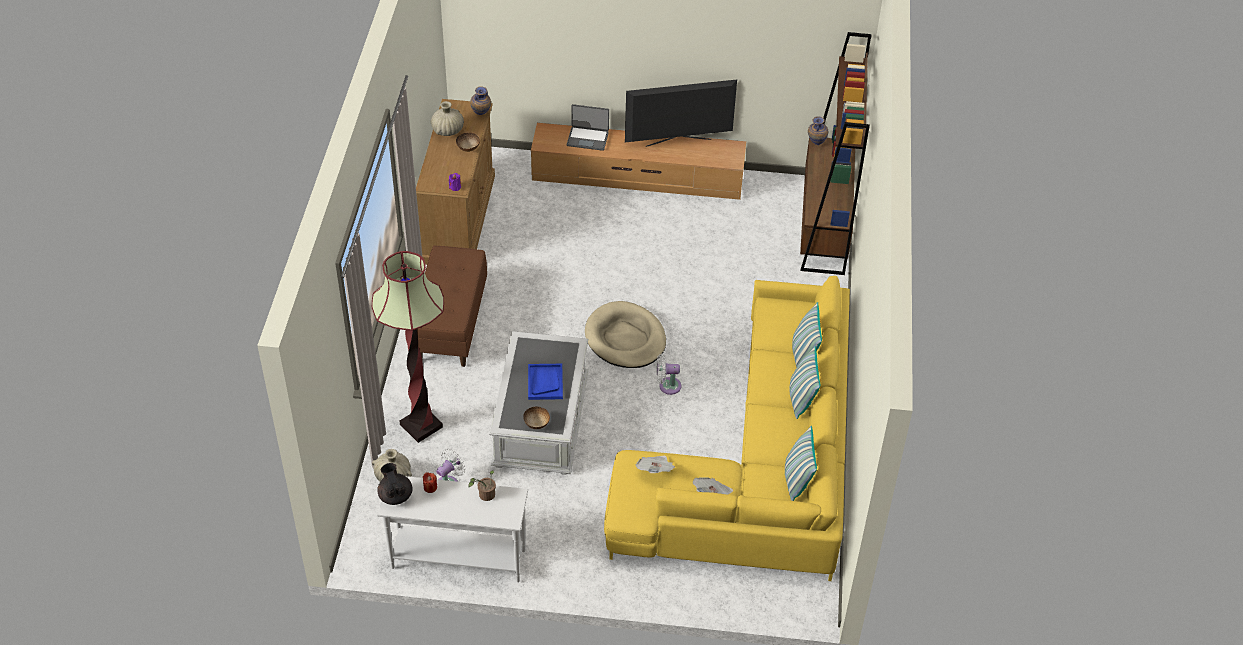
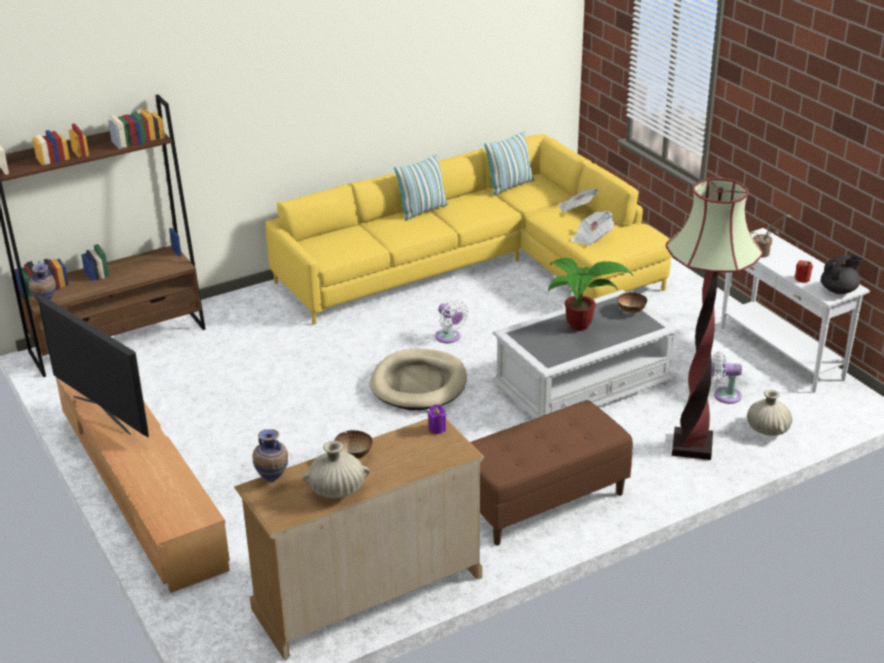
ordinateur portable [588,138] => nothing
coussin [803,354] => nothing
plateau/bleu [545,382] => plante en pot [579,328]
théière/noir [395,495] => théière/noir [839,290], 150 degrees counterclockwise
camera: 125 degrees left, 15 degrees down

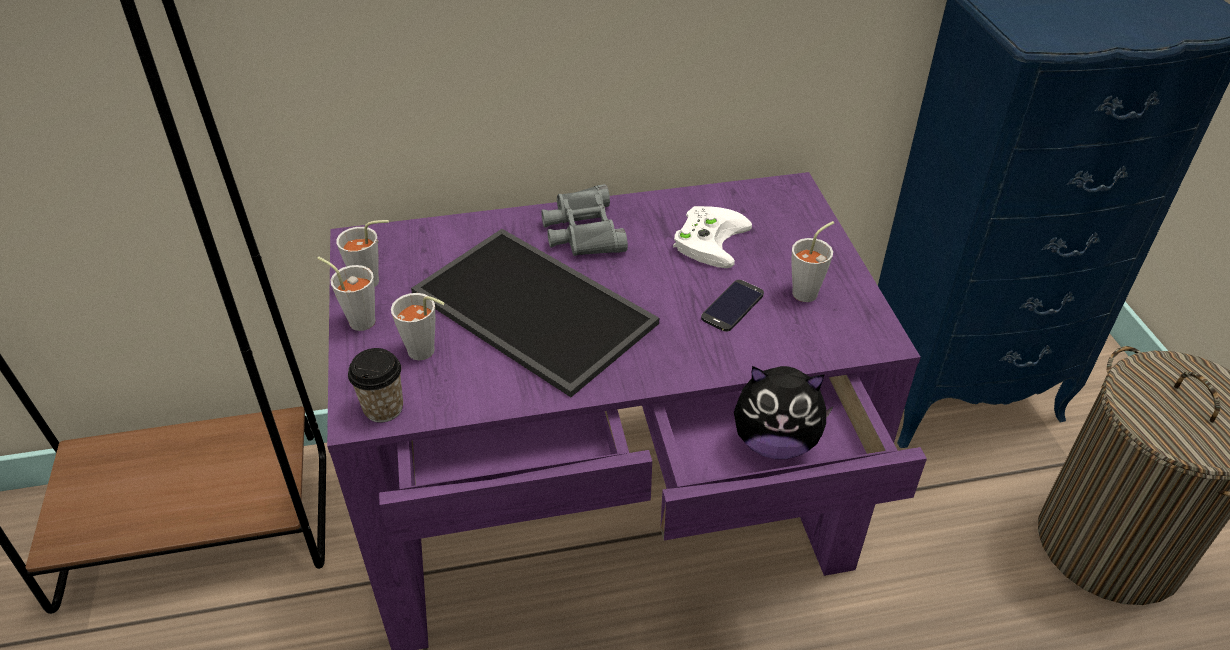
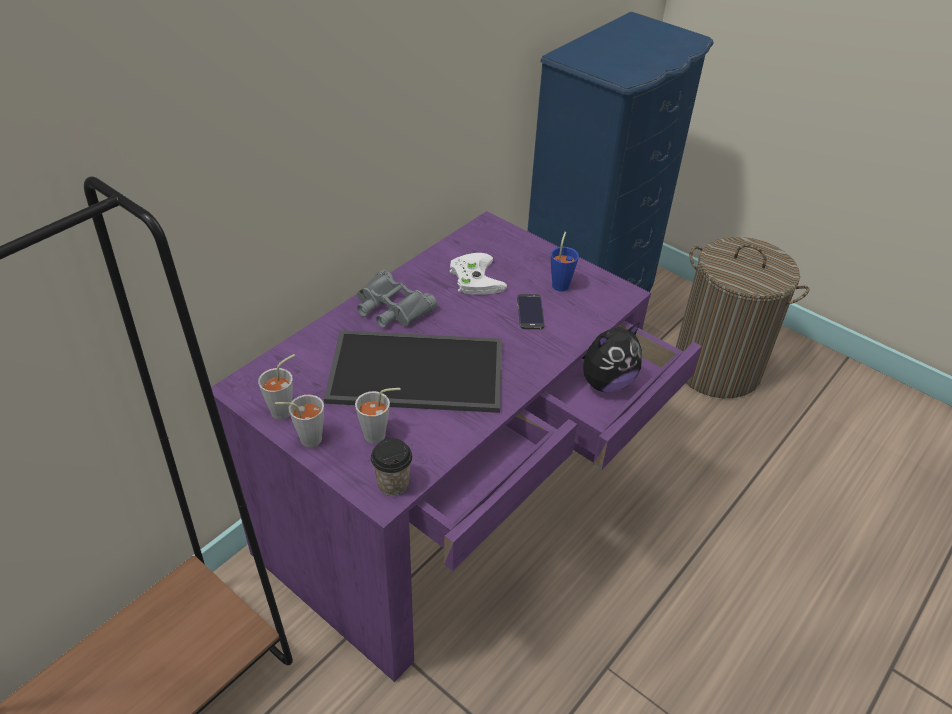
tasse/gris [809,291] => tasse/bleu [561,283]
camera: 40 degrees left, 0 degrees up

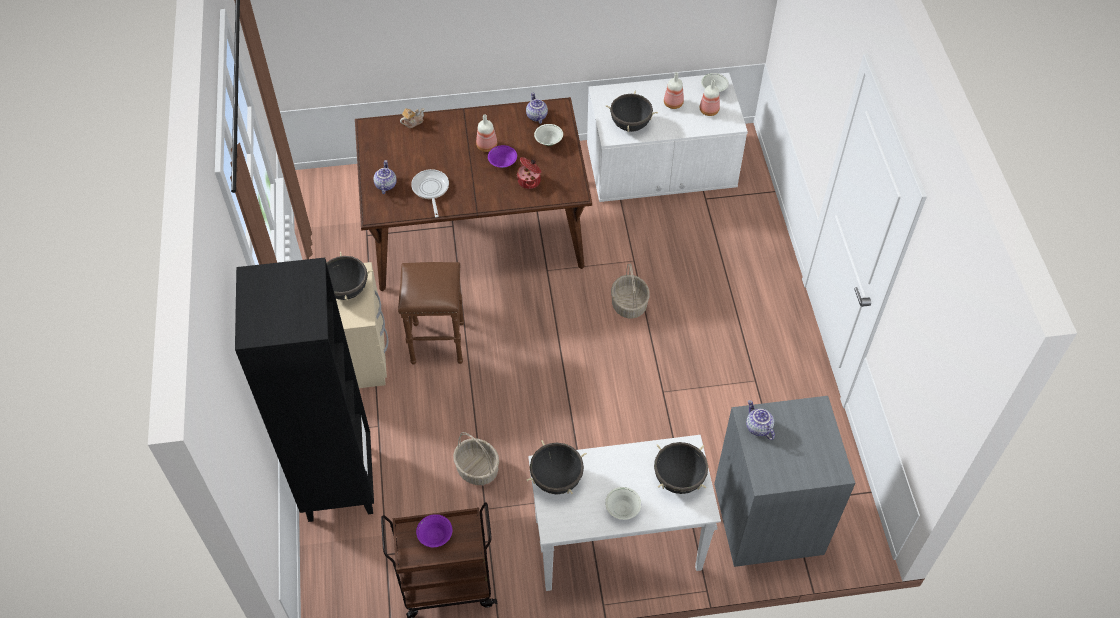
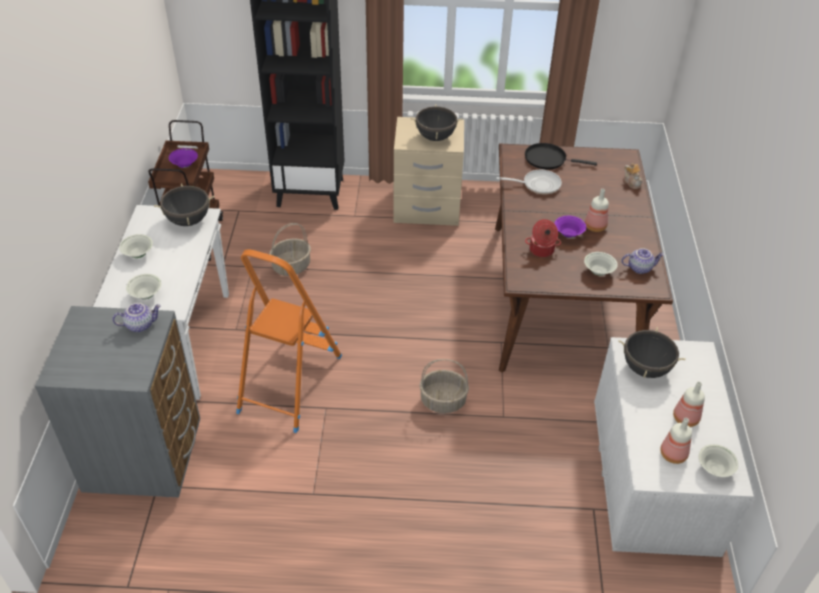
théière [385,185] => poêle/noir [548,159]
tabouret/marron [436,343] => nothing
marmite/noir [678,479] => bol/blanc [146,295]
nothing => escabeau/orange [291,382]
camera: 100 degrees right, 10 degrees down

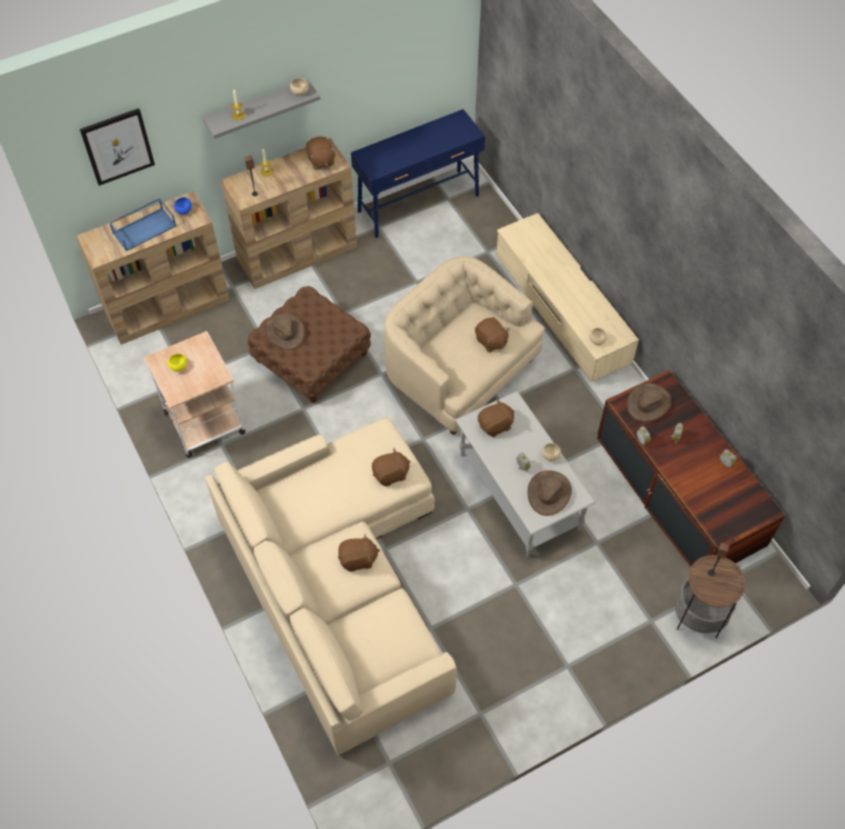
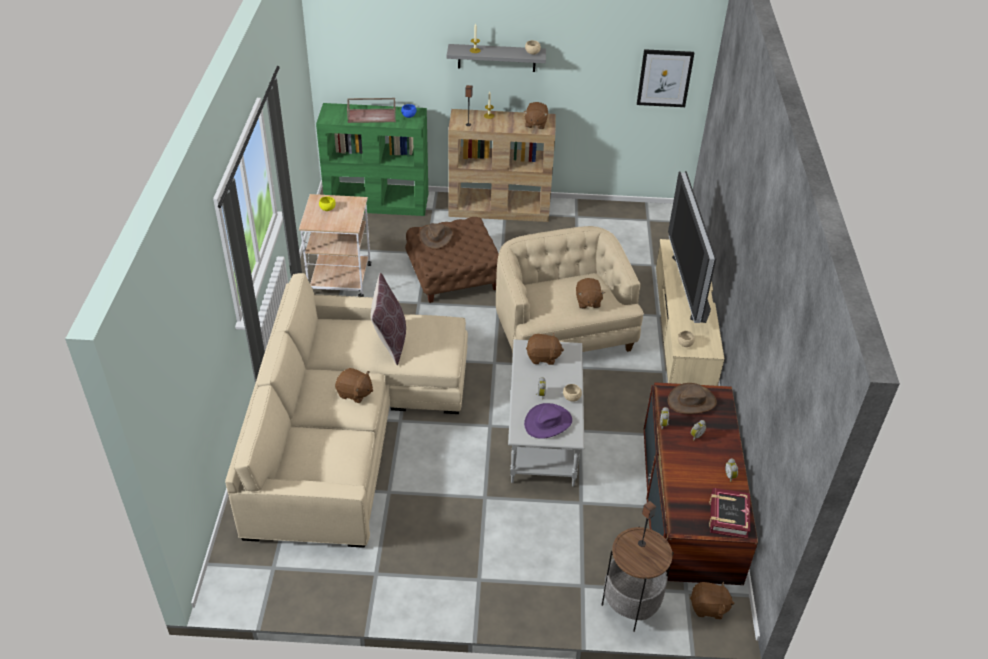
tableau [117,146] => tableau [664,78], moved
table console/bleu [419,204] => nothing
bibliothèque/marron [167,306] => bibliothèque/vert [377,201]
plateau/bleu [144,228] => plateau/marron [372,115]
peluche/marron [391,474] => peluche/marron [708,607], moved
chapeau/marron [548,493] => chapeau/violet [548,422]
nothing => téléviseur [690,287]
nothing => coussin/marron [390,341]
nothing => livre [728,516]
camera: 30 degrees right, 15 degrees down

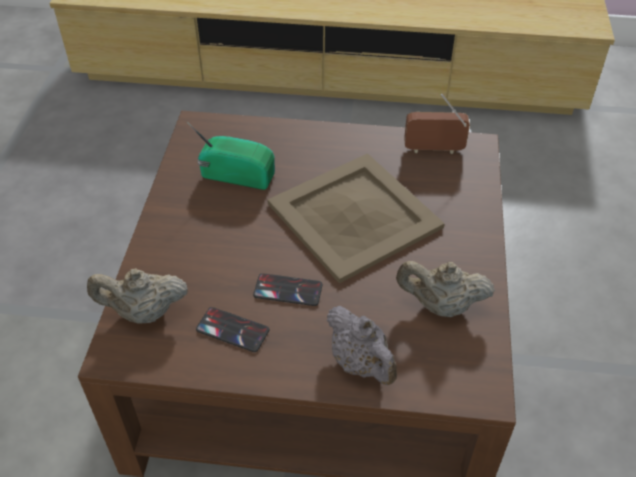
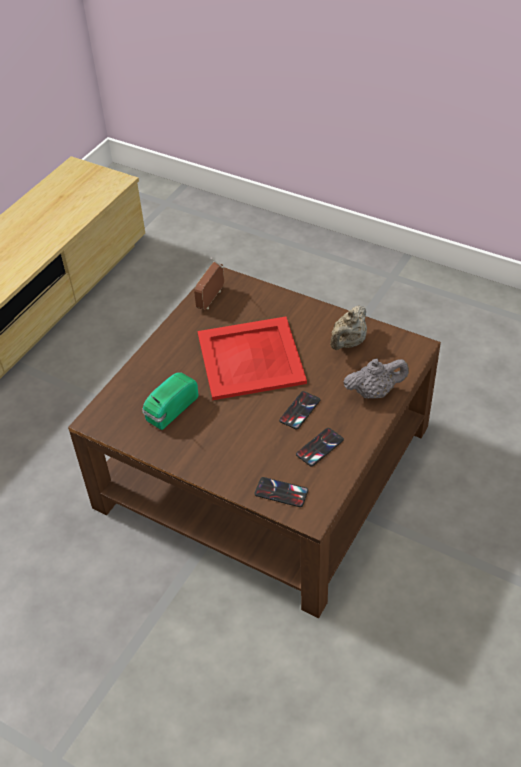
plateau/beige [356,216] => plateau/rouge [251,357]
théière/beige [143,312] => téléphone [281,492]
camera: 65 degrees left, 0 degrees up

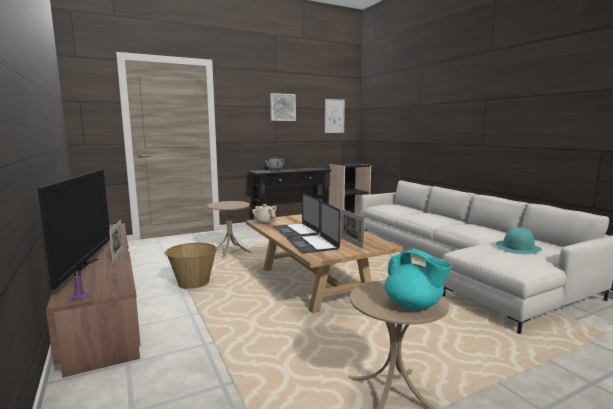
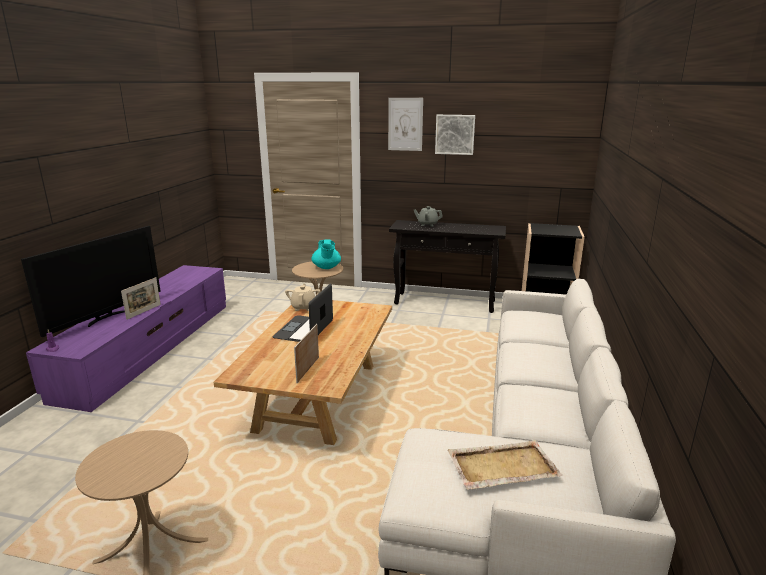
tableau [334,116] => tableau [405,124], moved
ordinateur portable [312,244] => nothing
meuble télé/marron [101,302] => meuble télé/violet [149,346]
chapeau/turquoise [518,248] => plateau/beige [501,467]
panier [193,283] => nothing
théière/turquoise [413,305] => théière/turquoise [326,267], moved
camera: 40 degrees right, 10 degrees up

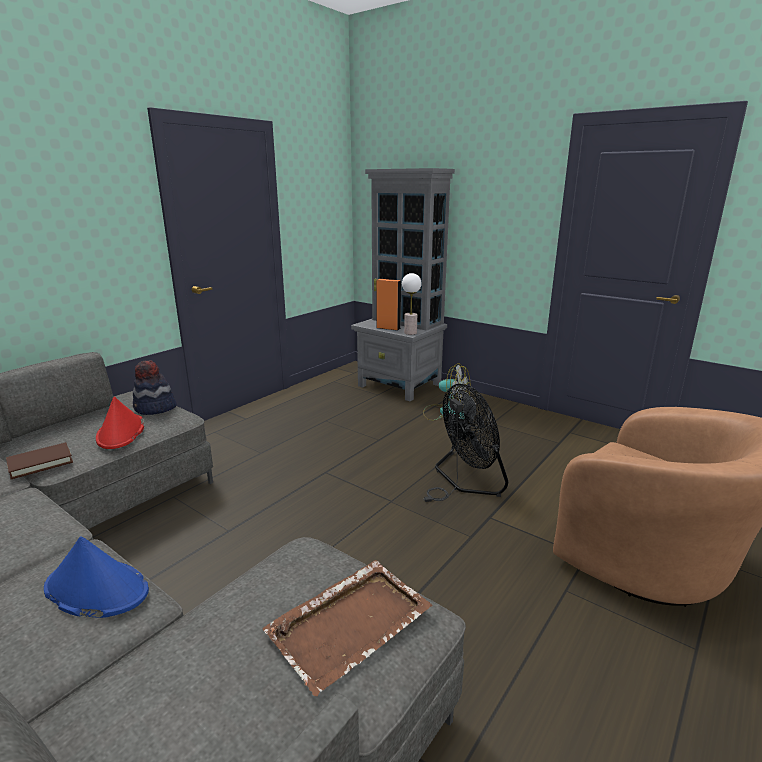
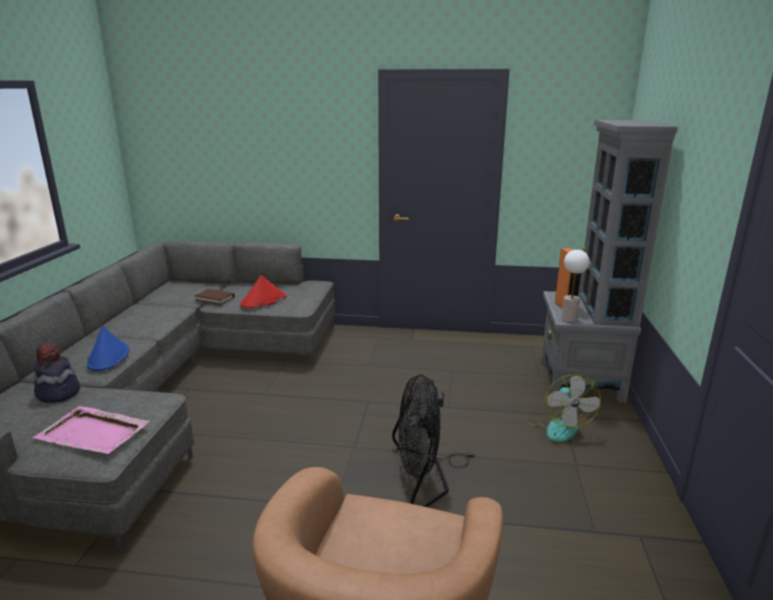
chapeau [155,408] => chapeau [58,393], moved
ventilateur/noir [459,479] => ventilateur/noir [426,474], 135 degrees clockwise
plateau/marron [351,623] => plateau/rose [94,433]
camera: 60 degrees right, 0 degrees up

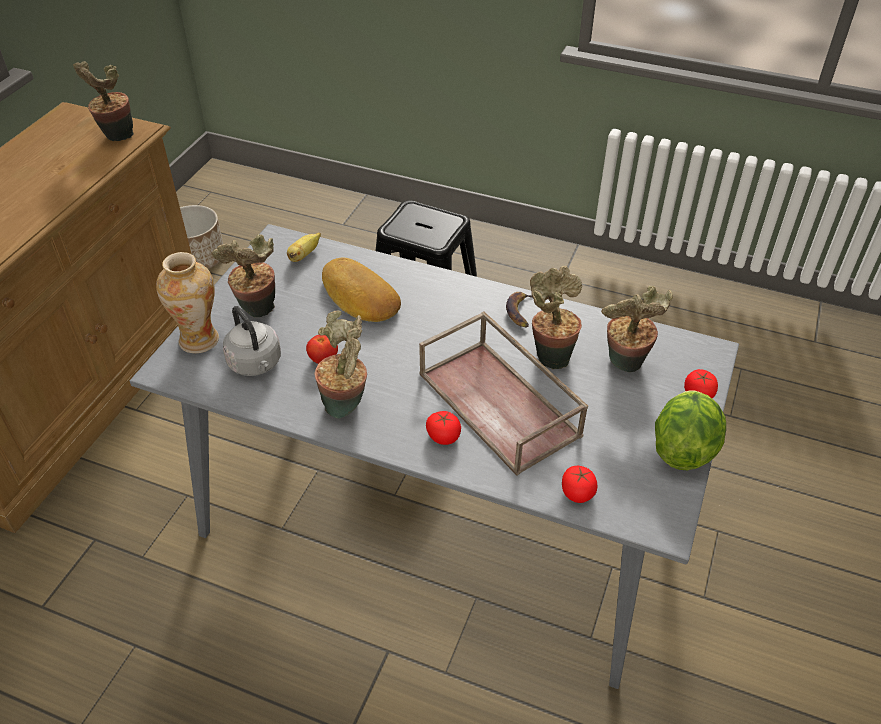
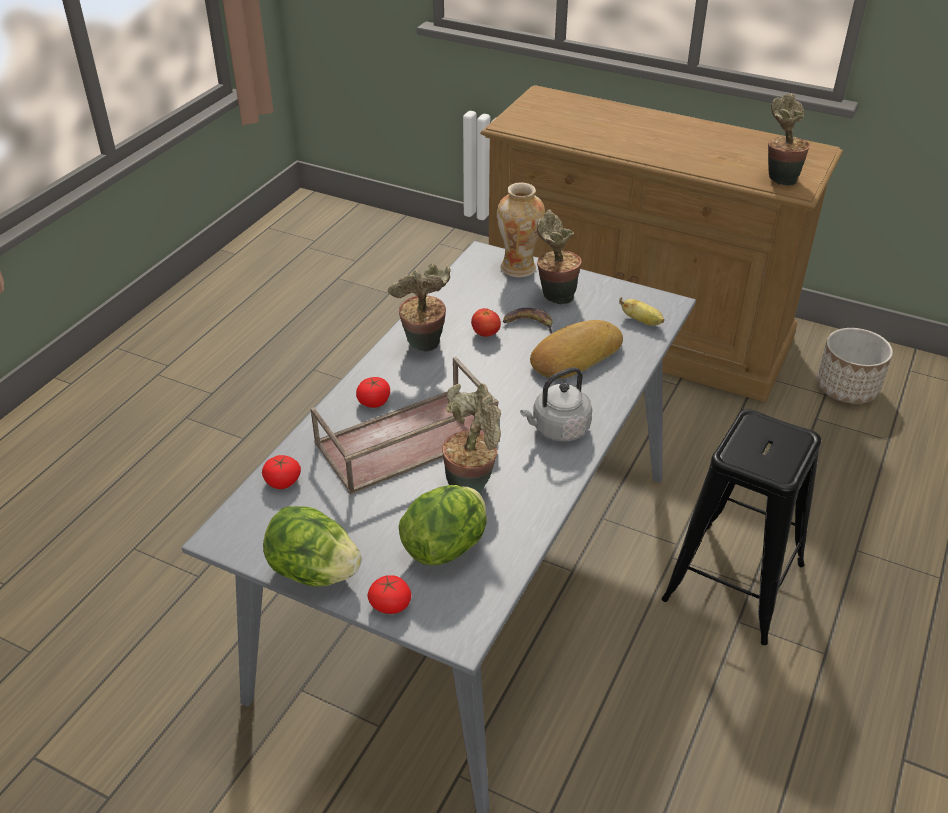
plante en pot [625,365] => laitue [447,546]
banane [520,312] => banane [528,323], moved
bouilloire/gris [256,364] => bouilloire/gris [558,429], moved
camera: 95 degrees right, 5 degrees down

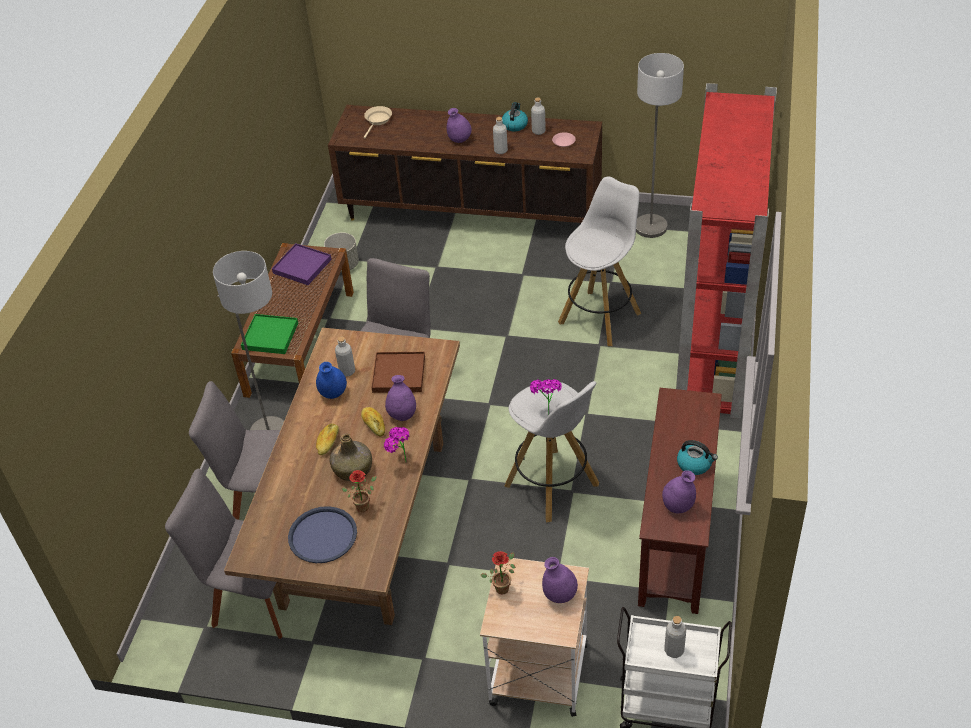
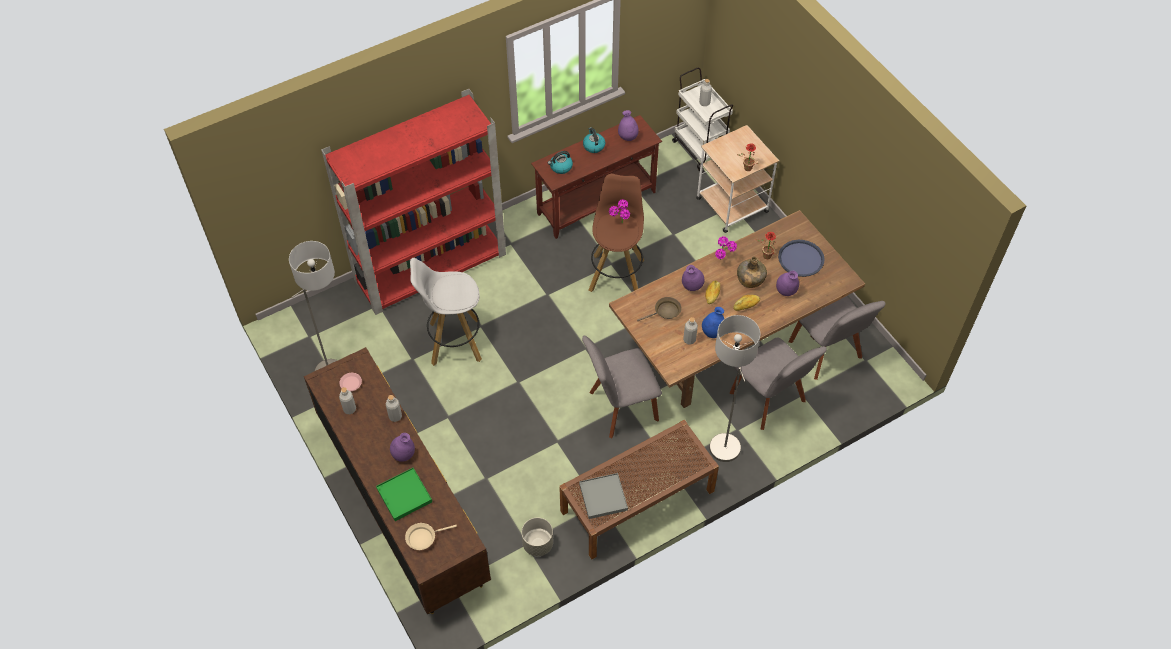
bouilloire [514,125] => bouilloire [560,167], moved
plateau/violet [302,266] => plateau/gris [603,497]
plateau/vert [270,336] => plateau/vert [404,495], moved
plateau/marron [398,374] => poêle/marron [665,312]
tabouret/blanc [553,486] => tabouret/marron [616,274]
vase/violet [560,595] => vase/violet [786,291], moved
camera: 135 degrees left, 10 degrees up

